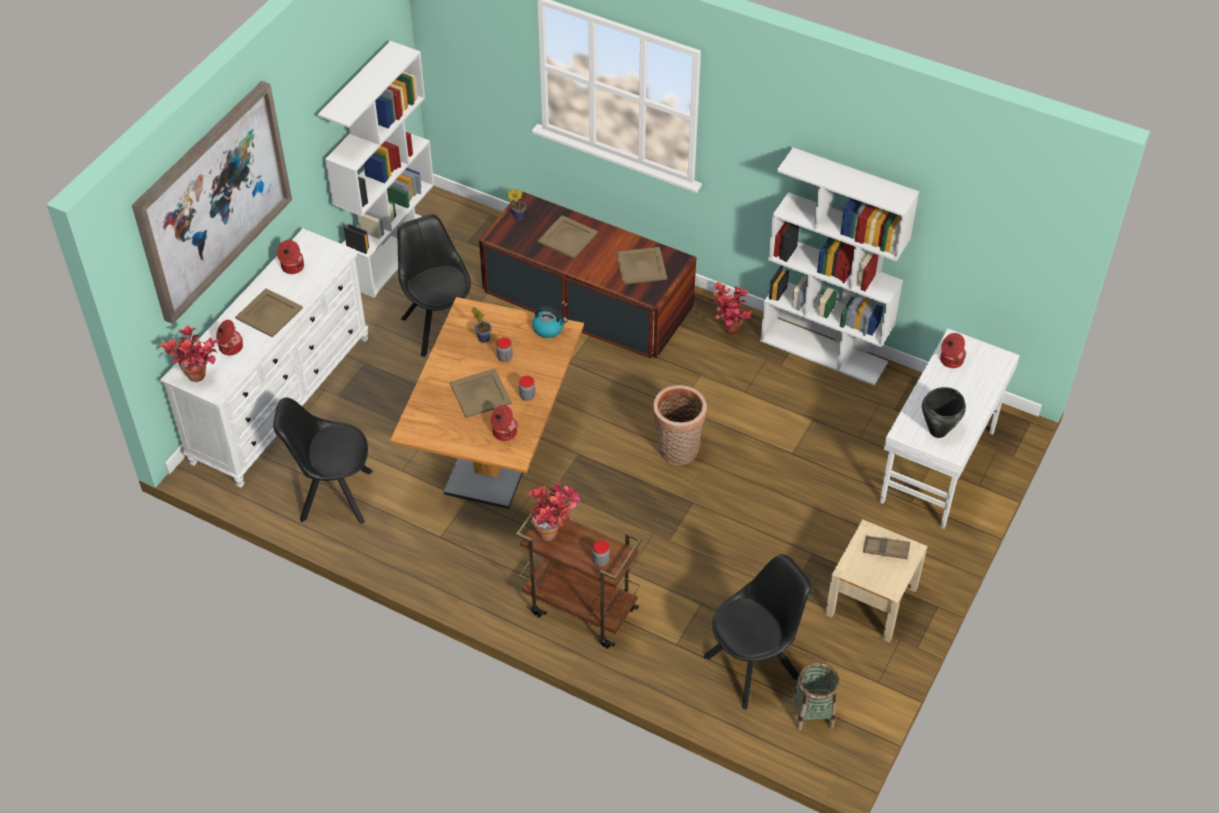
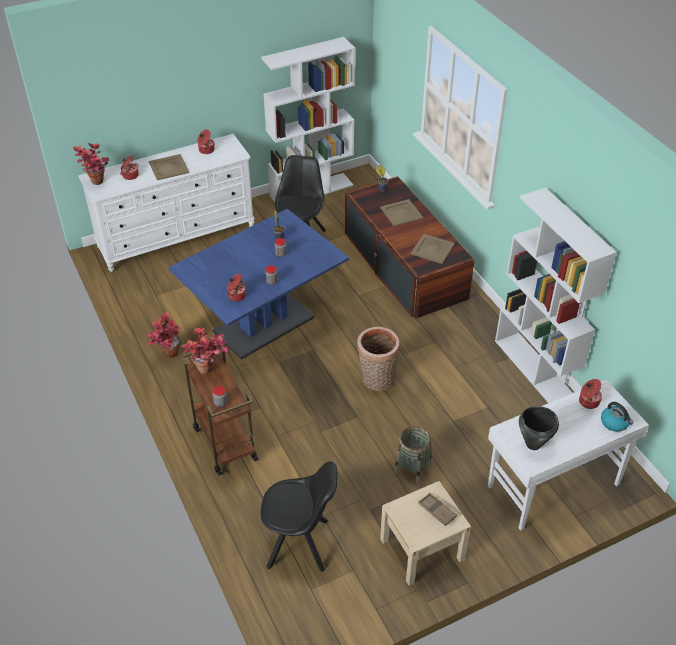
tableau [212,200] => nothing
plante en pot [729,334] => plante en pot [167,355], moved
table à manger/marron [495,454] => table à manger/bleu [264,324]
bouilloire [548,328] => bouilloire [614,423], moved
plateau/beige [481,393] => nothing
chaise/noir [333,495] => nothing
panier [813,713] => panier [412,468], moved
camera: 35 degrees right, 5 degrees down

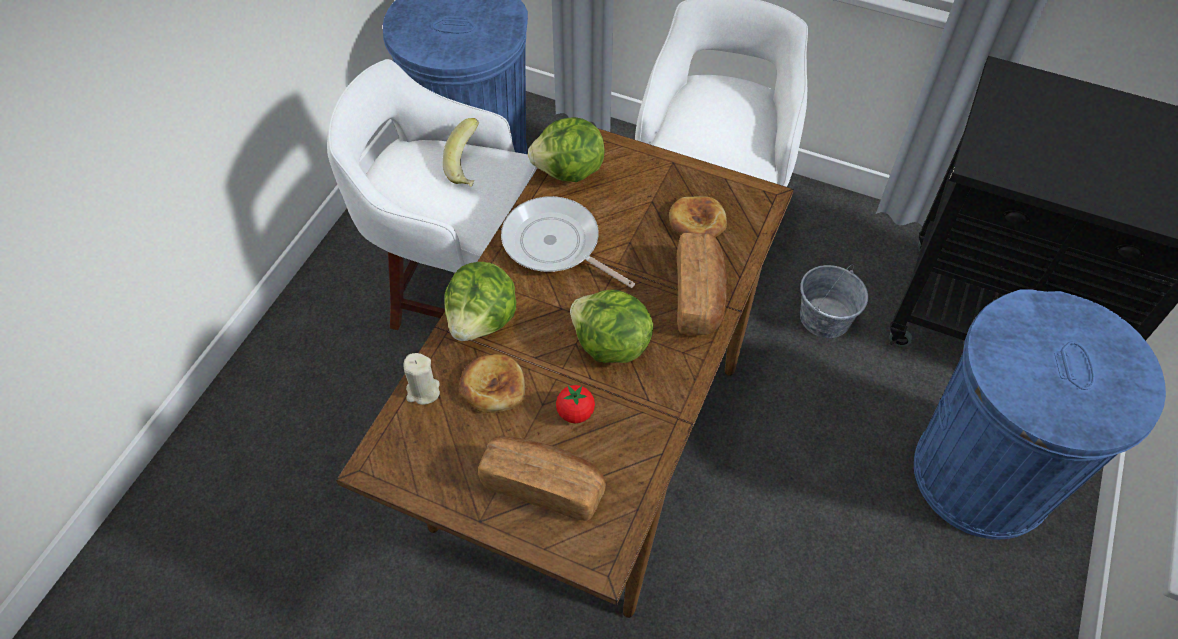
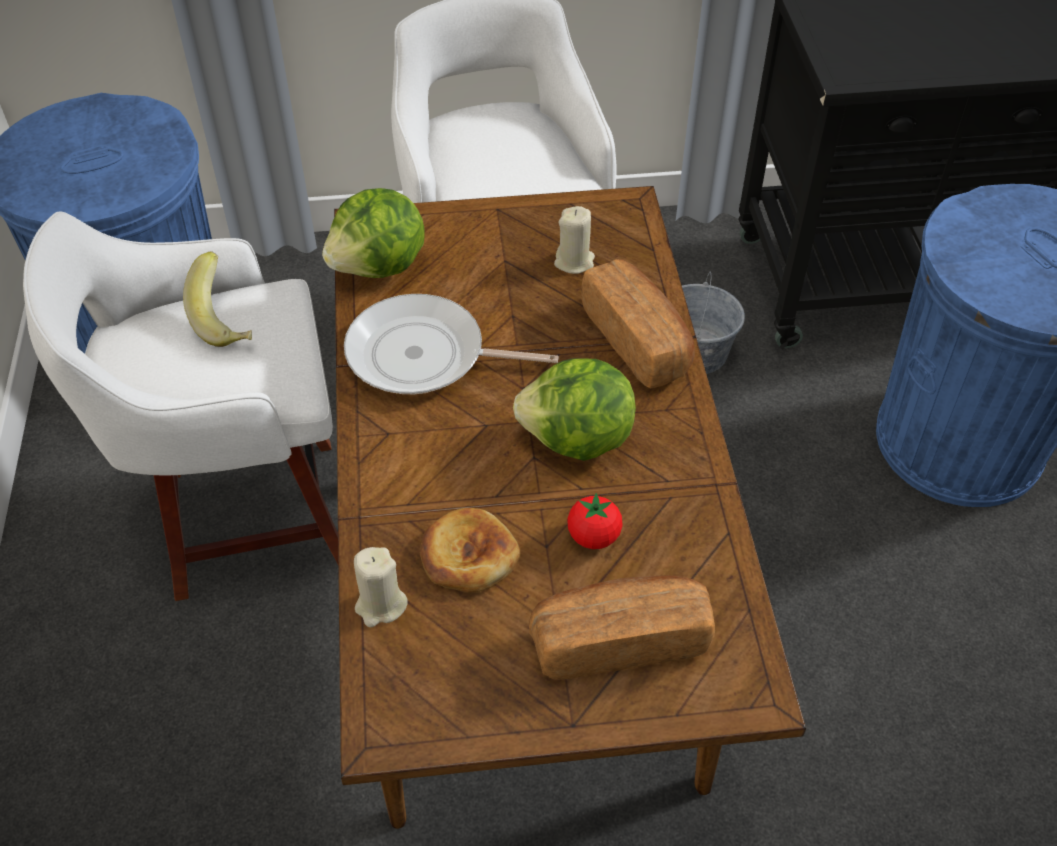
pain [697,222] => bougie/beige [574,261]
laitue [483,320] => nothing
camera: 30 degrees left, 5 degrees down

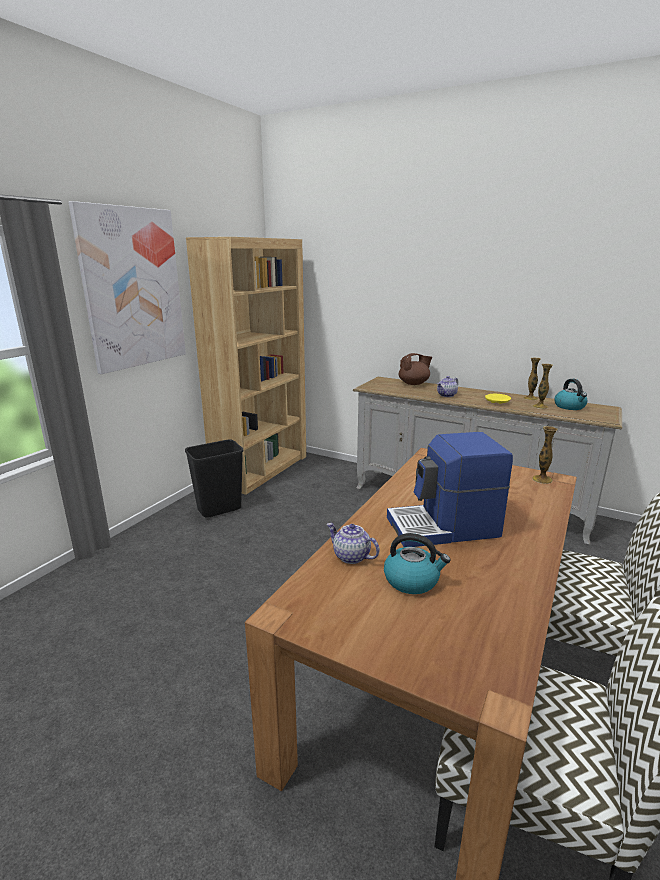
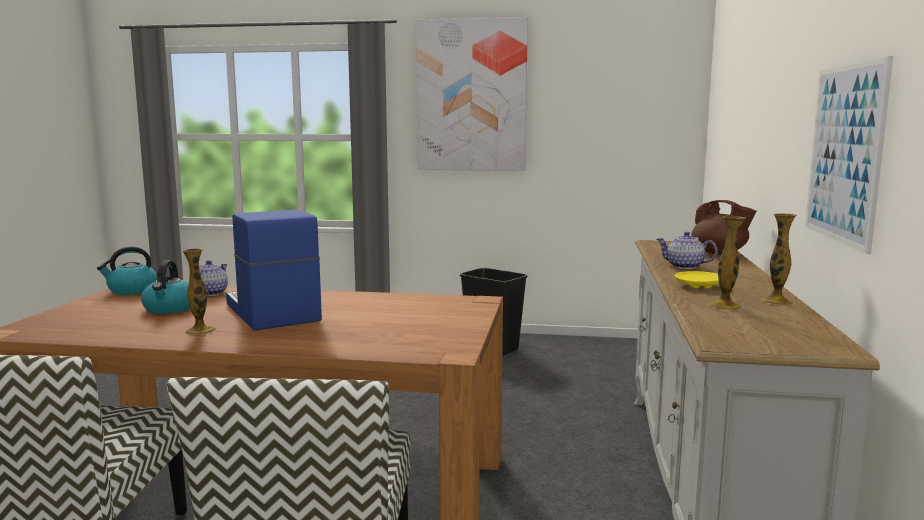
bibliothèque/marron [261,469] => nothing
bouilloire [570,407] => bouilloire [132,290], moved
vase [542,479] => vase [200,331], moved
nothing => tableau [844,153]
camera: 70 degrees right, 10 degrees down

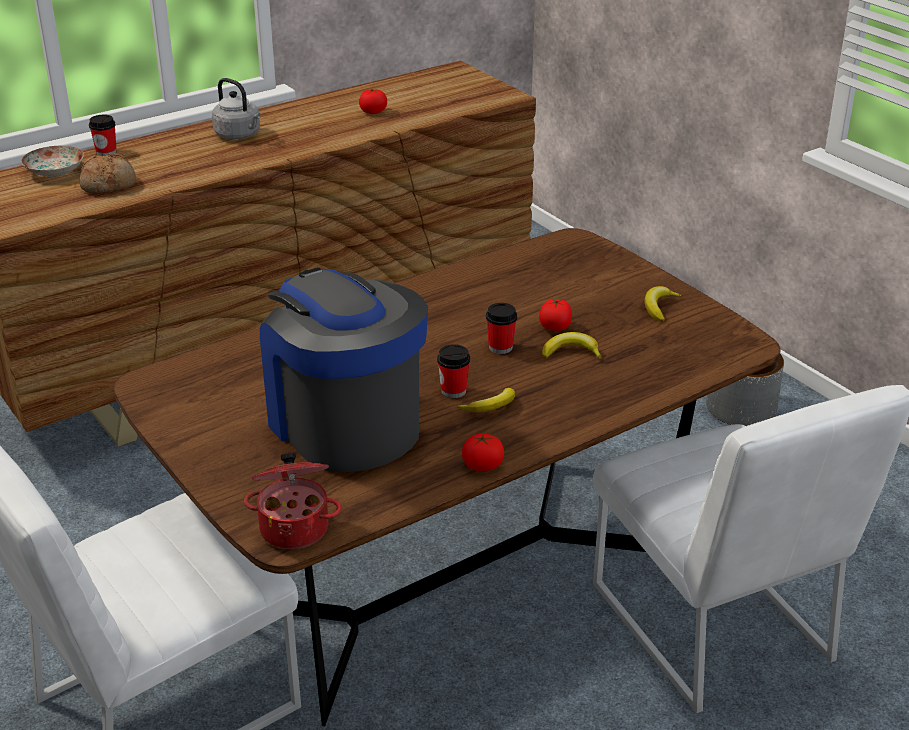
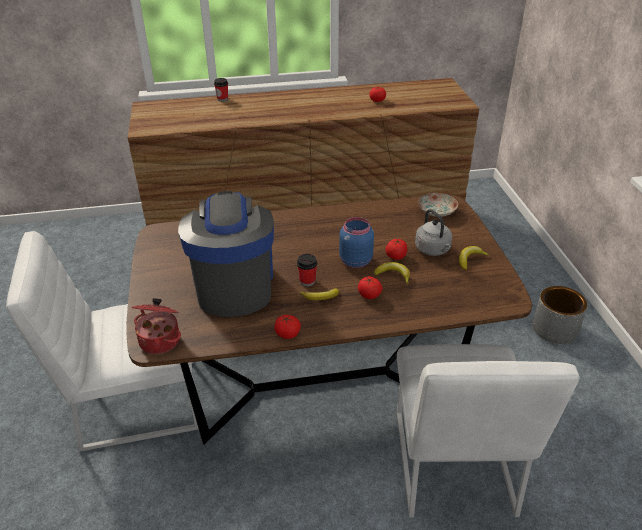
bouilloire/gris [239,135] => bouilloire/gris [433,250], moved
assiette [55,171] => assiette [436,211], moved
pain [109,184] => nothing
tasse [500,347] => bocal/bleu [354,261]
nothing => tomate [369,295]
camera: 25 degrees right, 5 degrees up

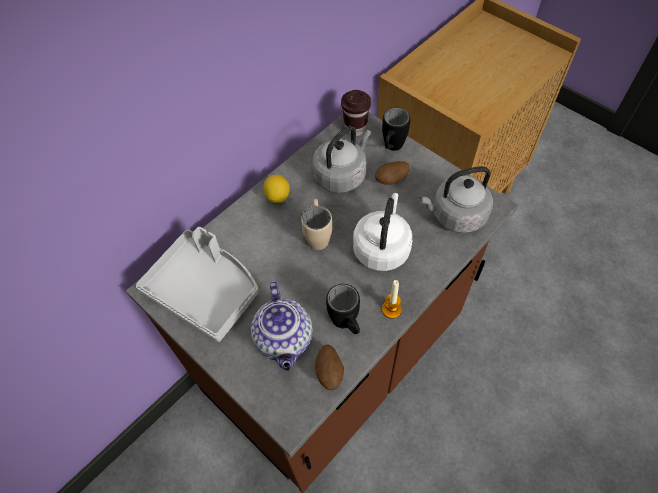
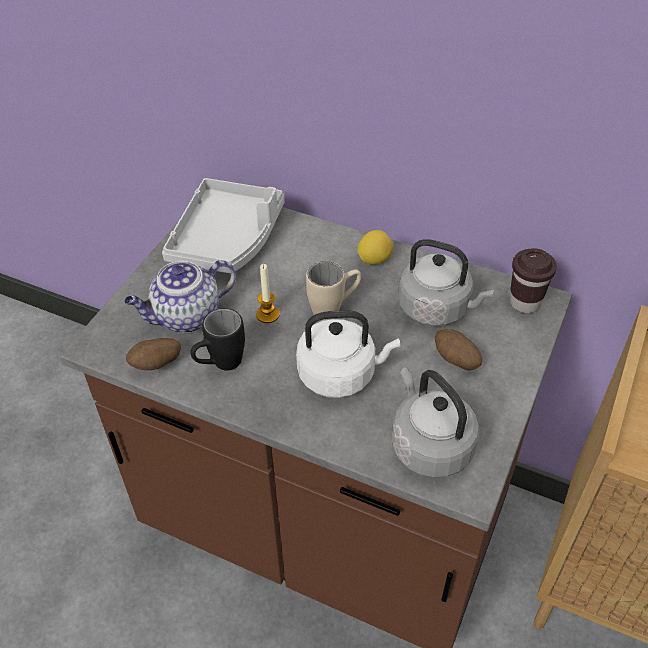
mug/noir [391,148] => nothing
bougie [391,309] => bougie [267,314], moved
camera: 70 degrees right, 10 degrees down

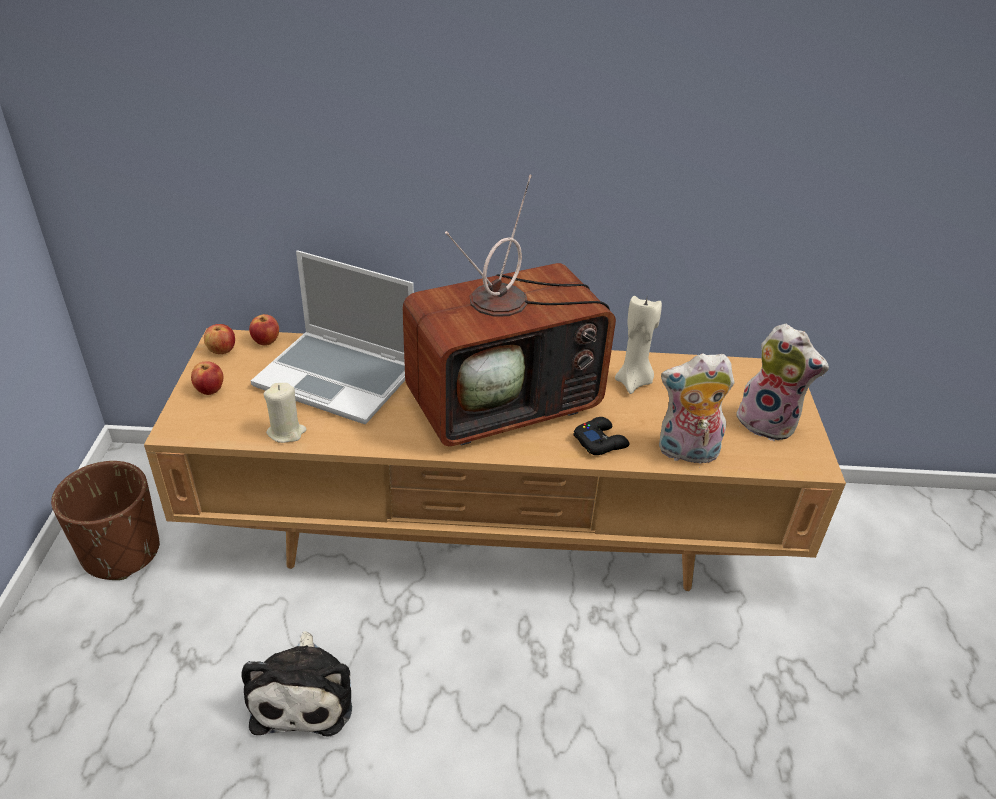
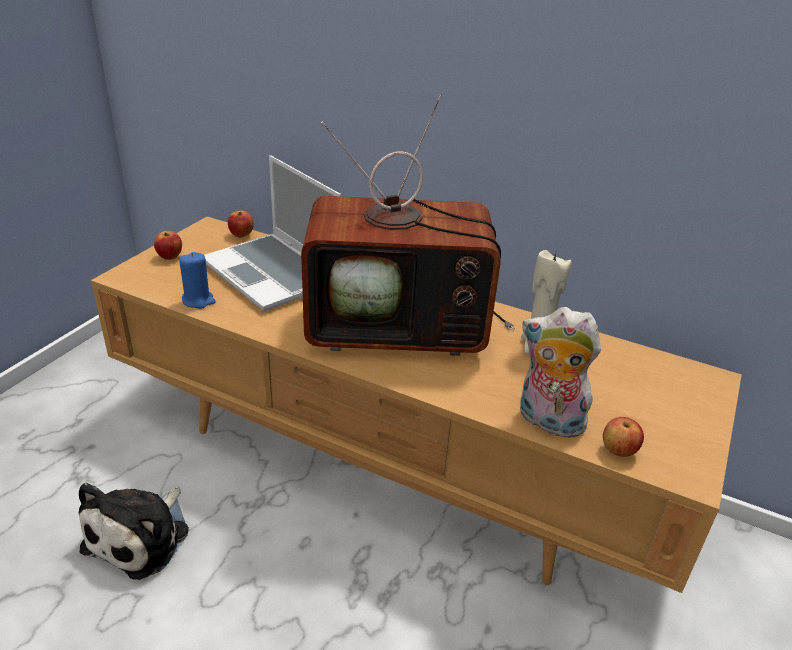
pomme [222,351] => pomme [618,450], moved
peluche [768,423] => nothing
bougie/beige [286,432] => bougie/bleu [198,300]
manette/noir [600,441] => nothing
cache-pot/marron [121,552] => nothing
camera: 25 degrees right, 5 degrees down

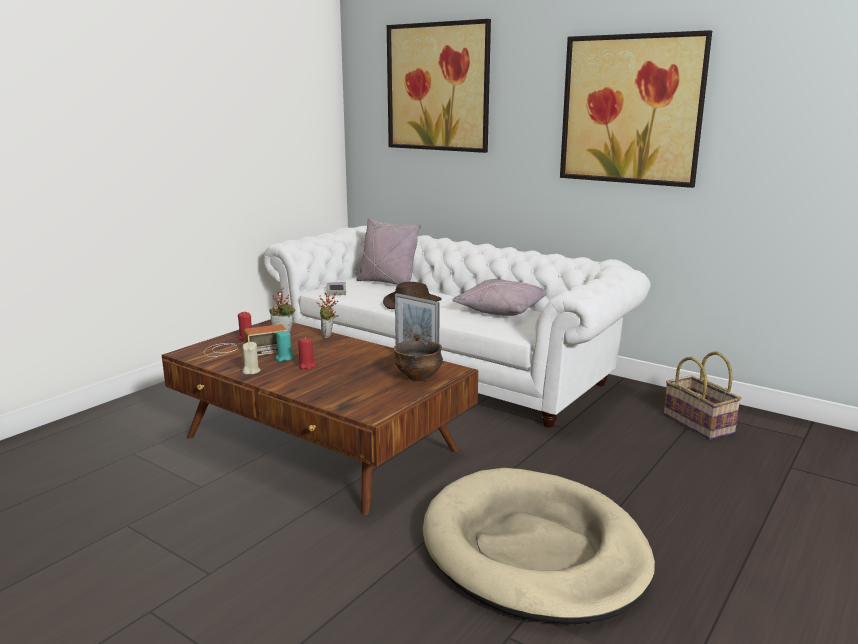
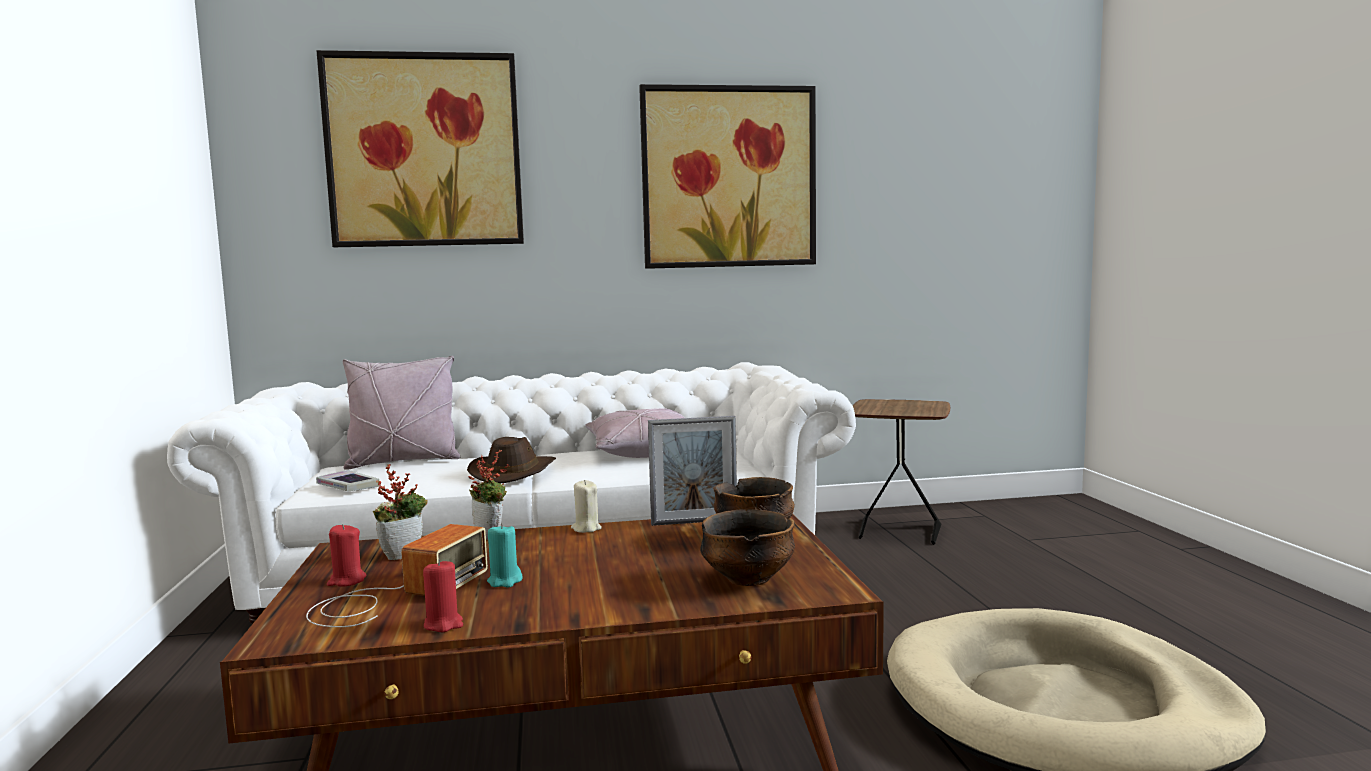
bougie/rouge [306,366] => bougie/rouge [443,624], moved
bougie/beige [251,371] => bougie/beige [586,528], moved
panier [699,424] => table d'appoint/marron [899,532]
nothing => bol [748,579]
camera: 45 degrees left, 10 degrees down

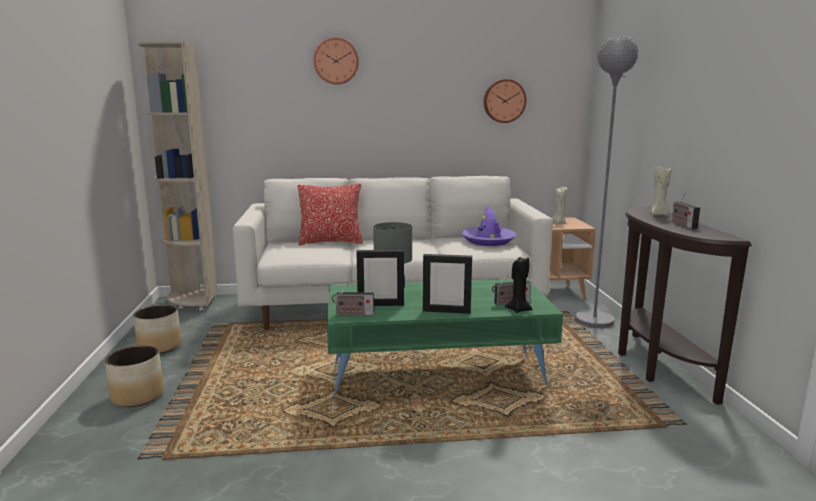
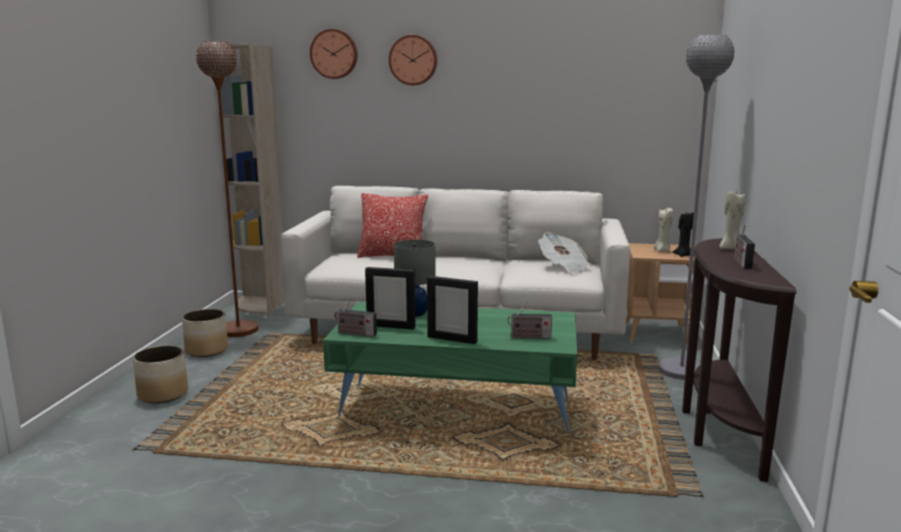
horloge murale [504,101] => horloge murale [334,54], moved
chapeau/violet [488,241] => journal [563,267]
bougie/noir [518,310] => bougie/noir [683,255], moved
nothing => lampadaire/marron [238,330]
camera: 15 degrees right, 0 degrees up

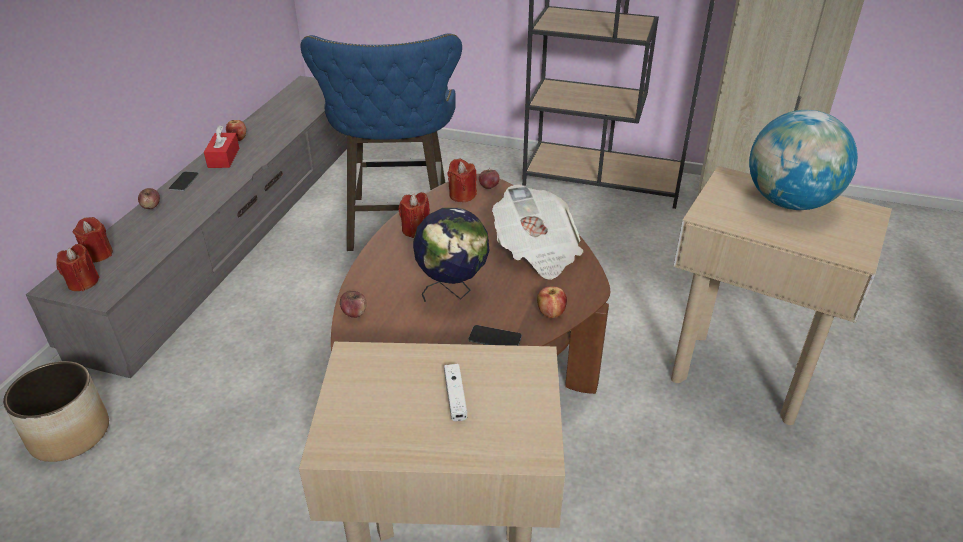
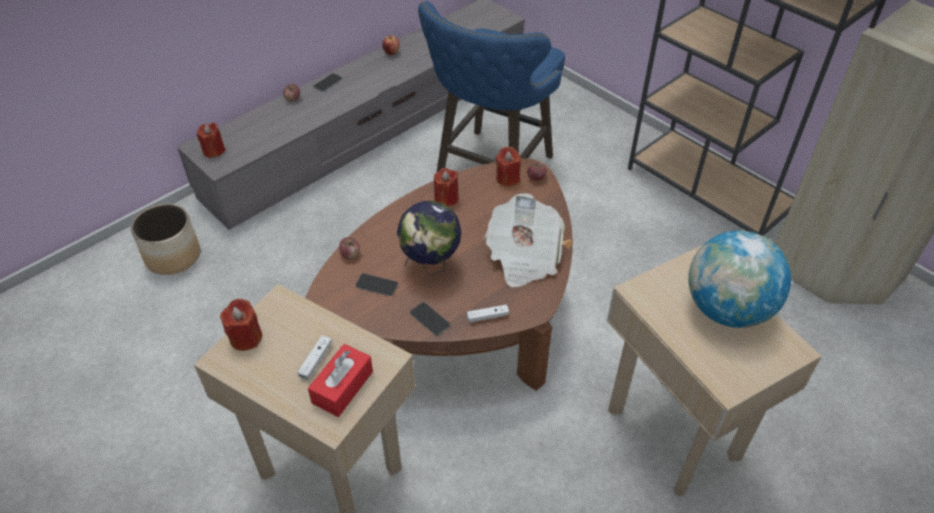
boîte à mouchoirs/rouge [223,158] => boîte à mouchoirs/rouge [342,387], moved
bougie/rouge [98,254] => bougie/rouge [246,338], moved
pomme [551,313] => manette/blanc [487,317]
nothing => téléphone [376,285]
camera: 30 degrees right, 10 degrees up

